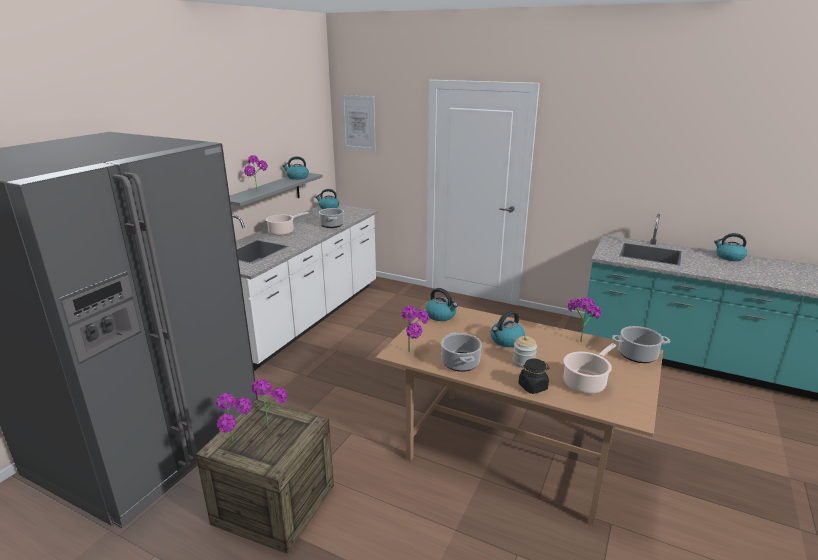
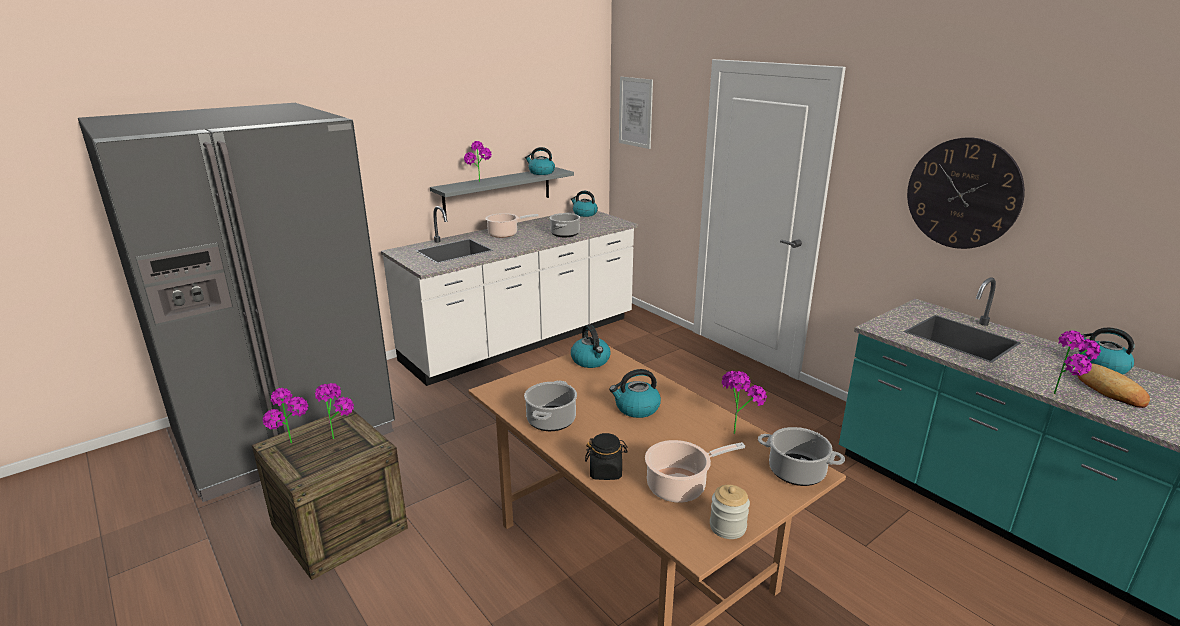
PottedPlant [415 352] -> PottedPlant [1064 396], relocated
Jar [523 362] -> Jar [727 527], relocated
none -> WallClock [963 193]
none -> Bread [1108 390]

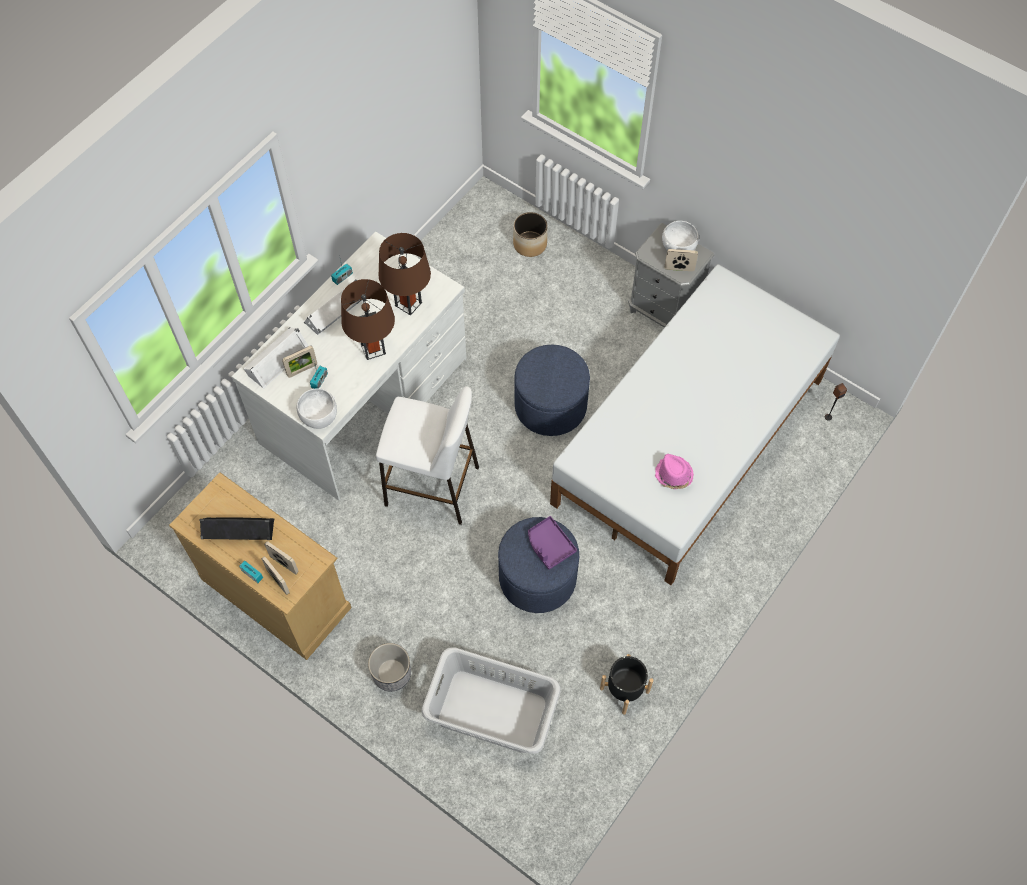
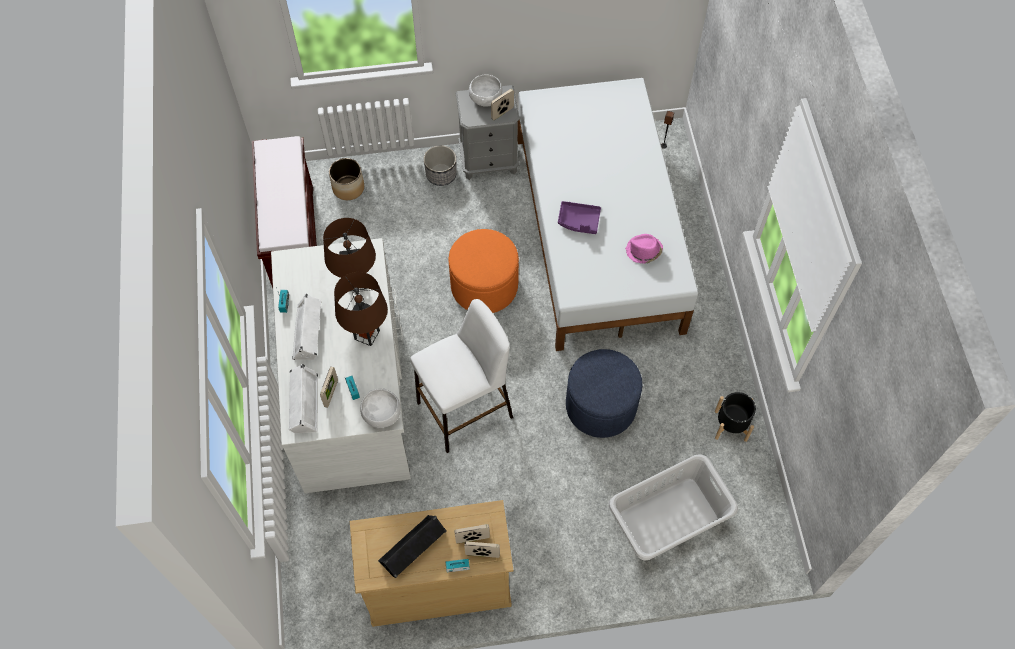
Planter [391 673] -> Planter [441 175], relocated
BlueOttoman [550 405] -> OrangeOttoman [484 286]
PurpleTray [549 545] -> PurpleTray [579 221], relocated
none -> BrownBench [293 238]

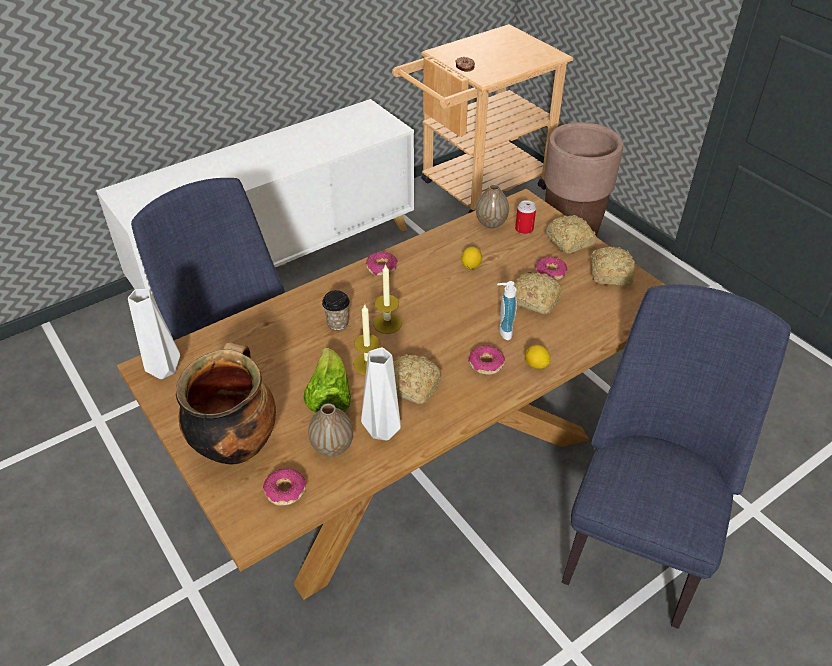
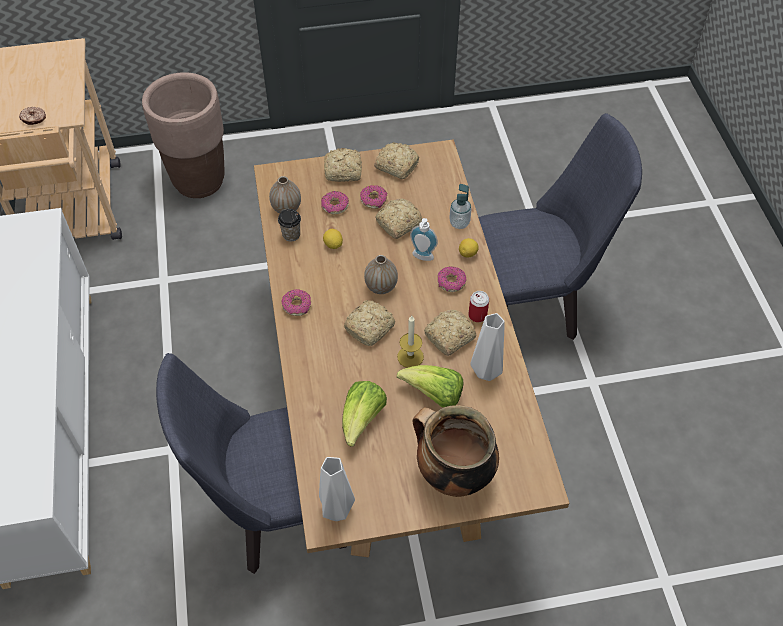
Donut [285 491] -> Donut [335 206], relocated
Vase [332 447] -> Vase [381 287], relocated
Cup [337 323] -> Cup [291 235], relocated
Candle [387 323] -> Bread [370 327]
Can [524 229] -> Can [477 315], relocated
BlueChair [635 547] -> BlueChair [533 306], 120 degrees clockwise
none -> Lettuce [362 420]
none -> SoapDispenser [459 223]

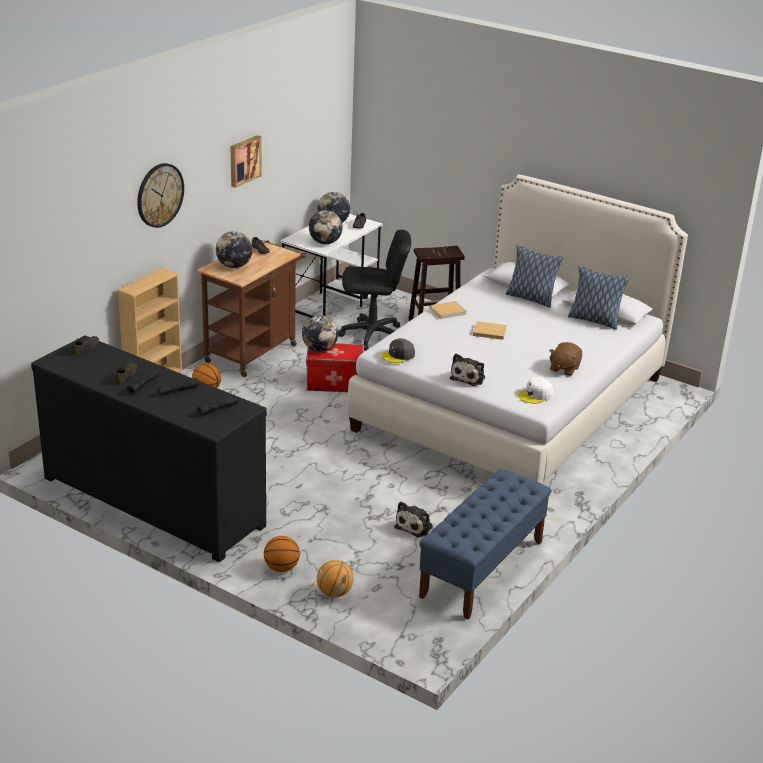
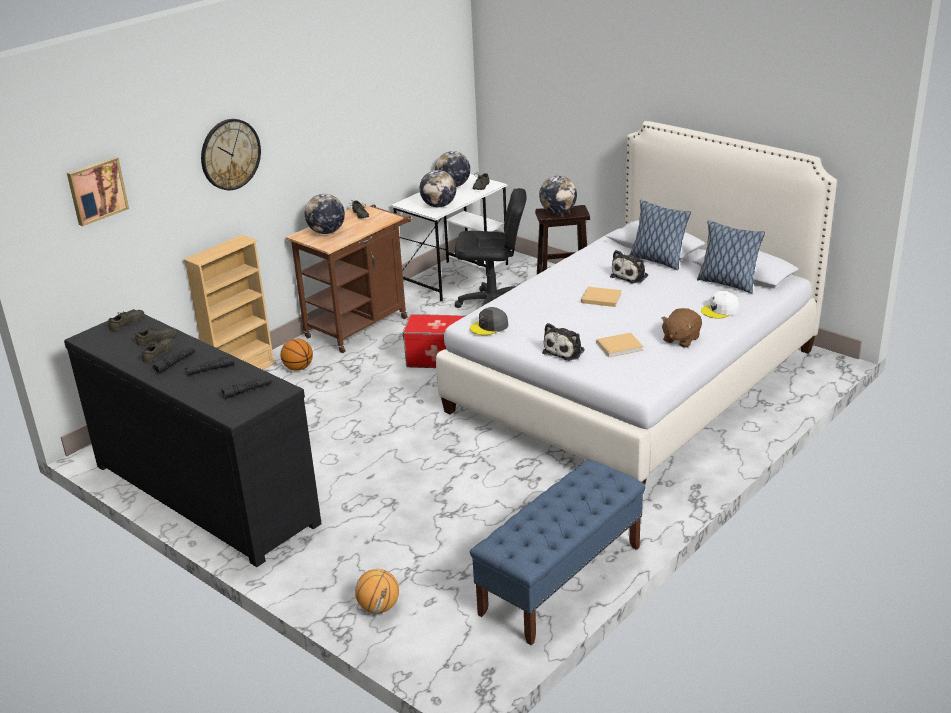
Picture [244 160] -> Picture [96 190], relocated
Basketball [281 568] -> none
Globe [319 349] -> Globe [558 212], relocated
PlushToy [415 526] -> PlushToy [631 276], relocated
BeigeBook [449 311] -> BeigeBook [621 346], relocated
WhiteCap [535 395] -> WhiteCap [720 310], relocated
none -> GreyShoe [157 340]

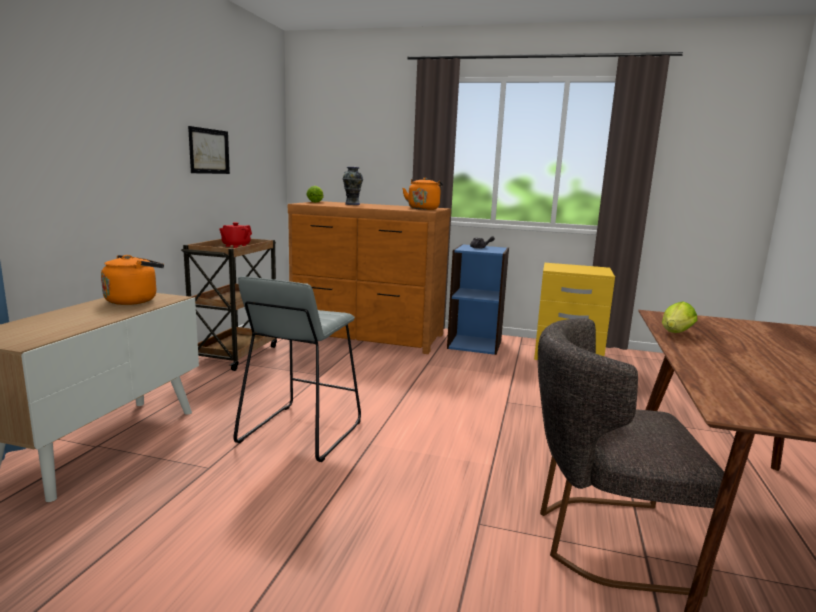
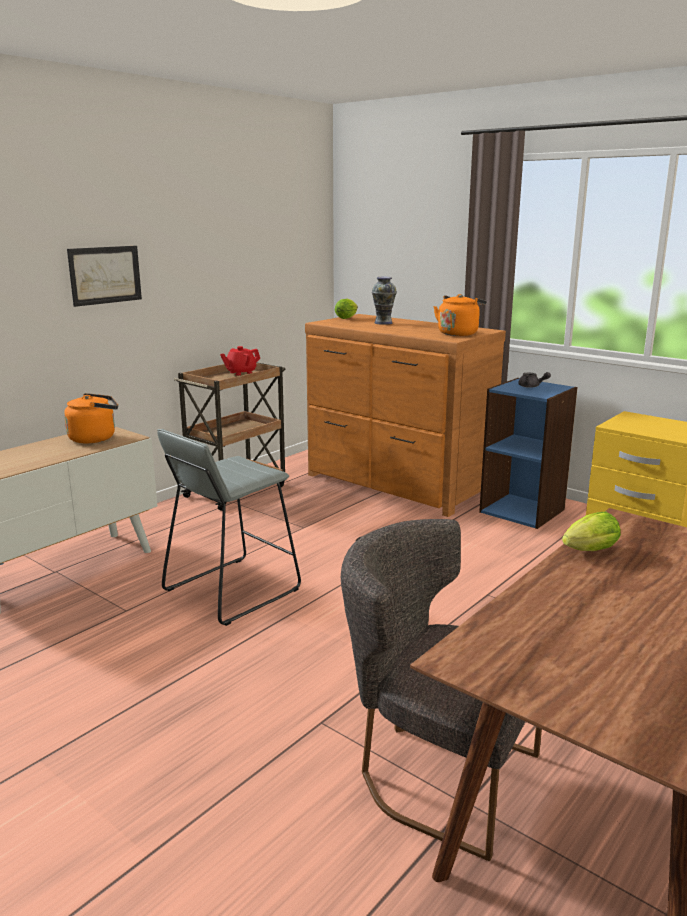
Picture [209 151] -> Picture [105 275], relocated

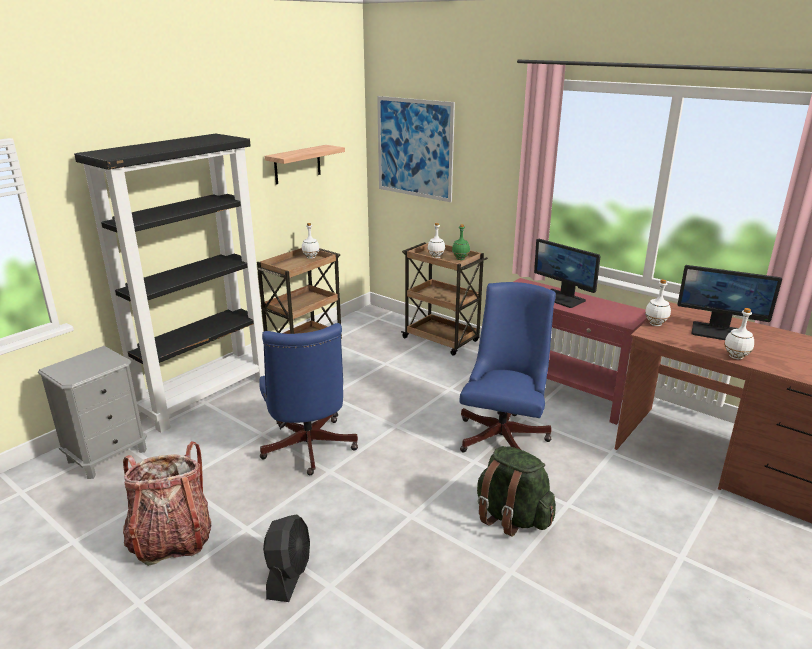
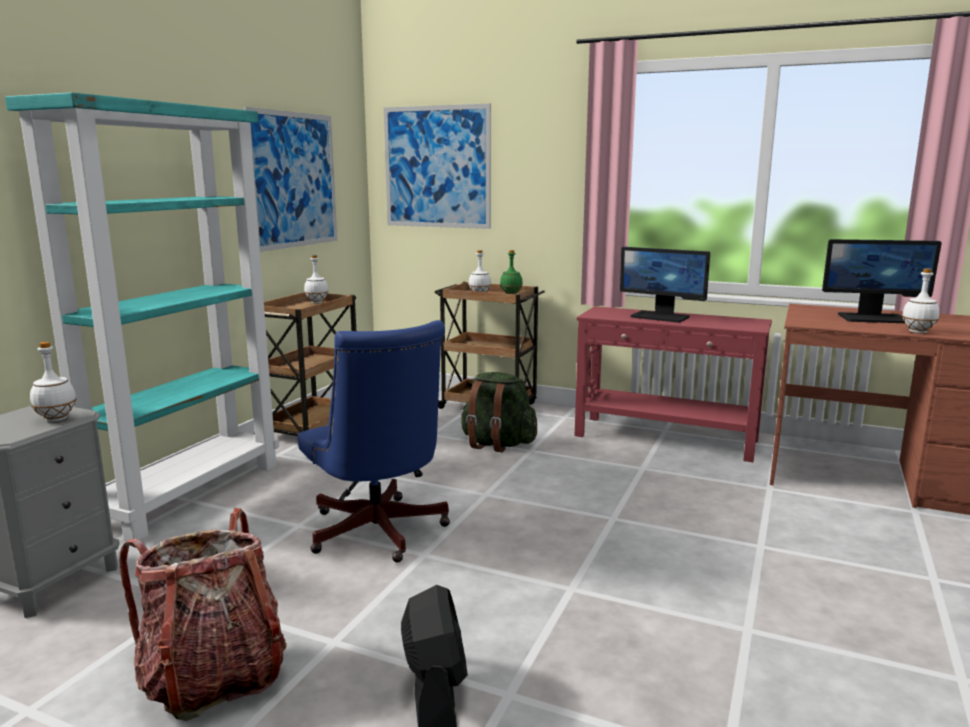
BlackBookcase [205 396] -> TurquoiseBookcase [189 493]
Shelf [297 164] -> Picture [294 180]
BlueOfficeChair [504 434] -> none
GreenBackpack [511 517] -> GreenBackpack [497 444], relocated
WhiteBottle [655 324] -> WhiteBottle [57 419], relocated

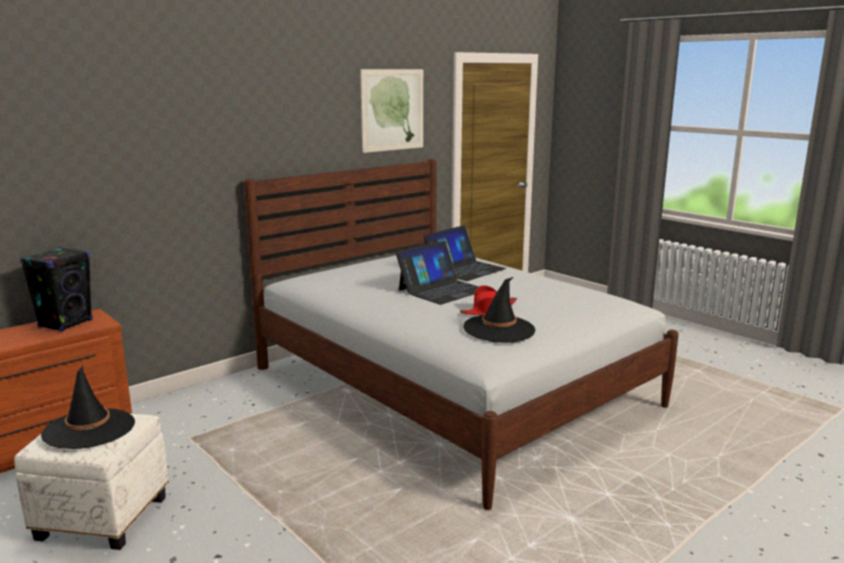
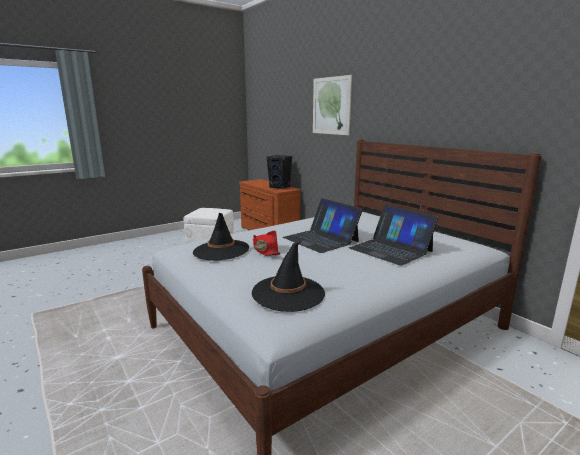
BlackHat [89 429] -> BlackHat [288 293], relocated
Picture [392 110] -> Picture [331 106], relocated

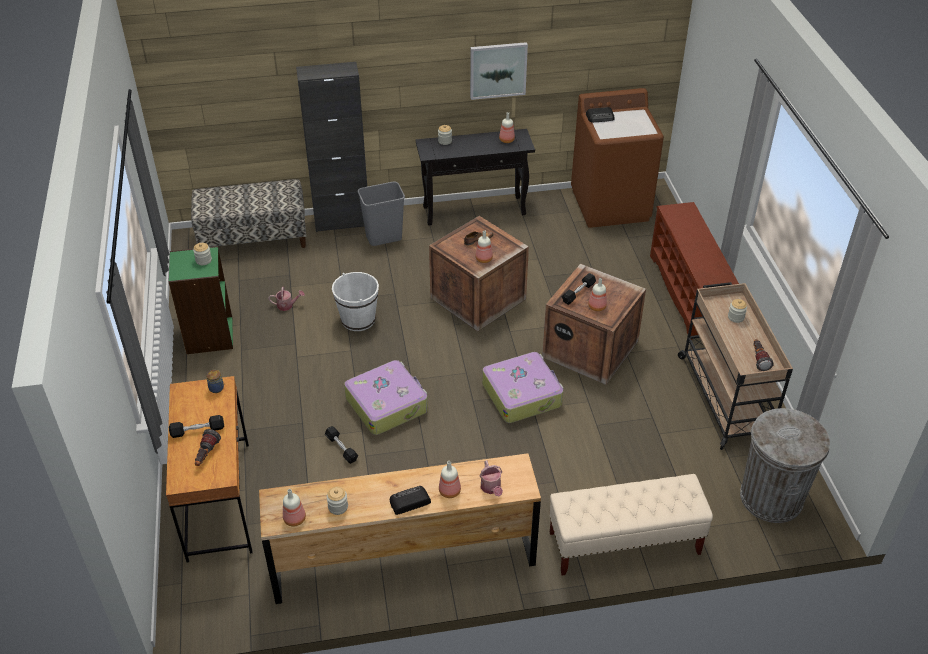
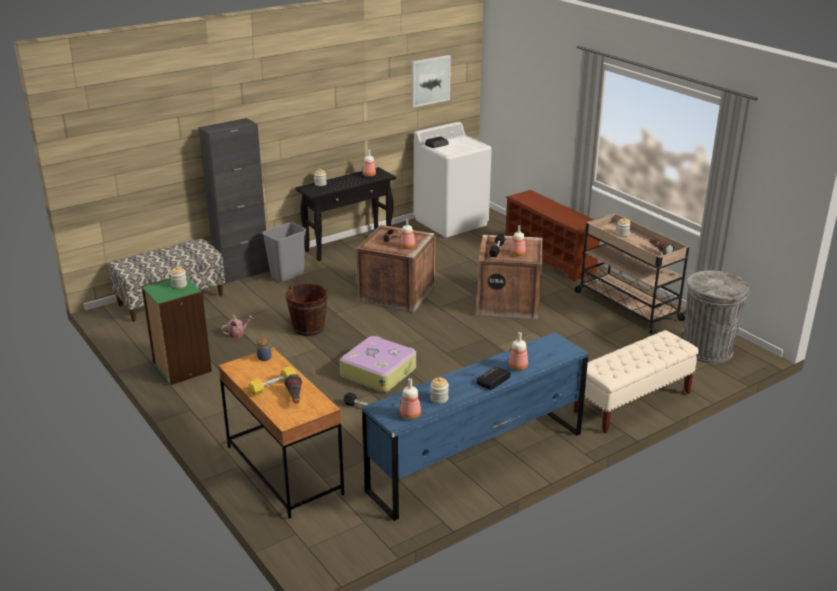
BlackDumbbell [197 430] -> YellowDumbbell [272 386]
BrownDresser [403 561] -> BlueDresser [477 461]
WhiteBucket [358 320] -> BrownBucket [308 328]
Picture [498 70] -> Picture [430 80], relocated
WateringCan [491 488] -> none
Suitcase [522 394] -> none
BrownWashingMachine [611 205] -> WhiteWashingMachine [451 222]

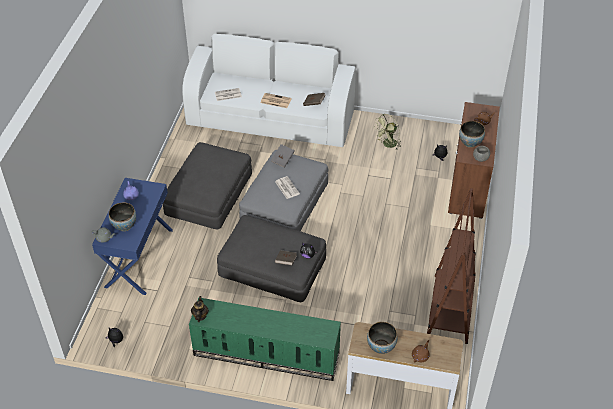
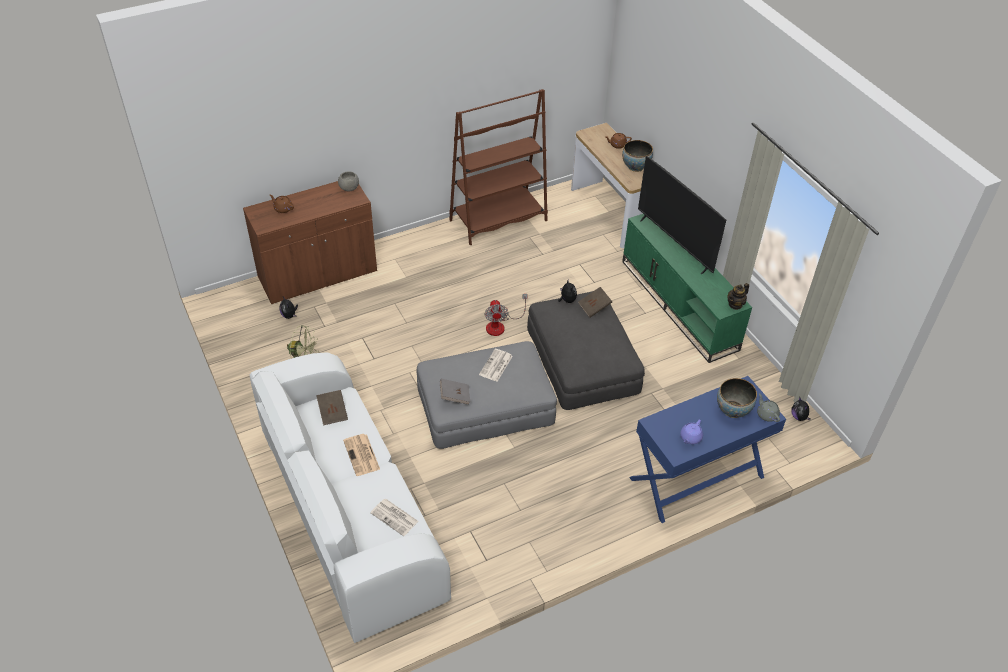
GreyOttoman [208 193] -> none
Bowl [470 143] -> none
none -> Fan [500 325]
none -> Television [675 244]

